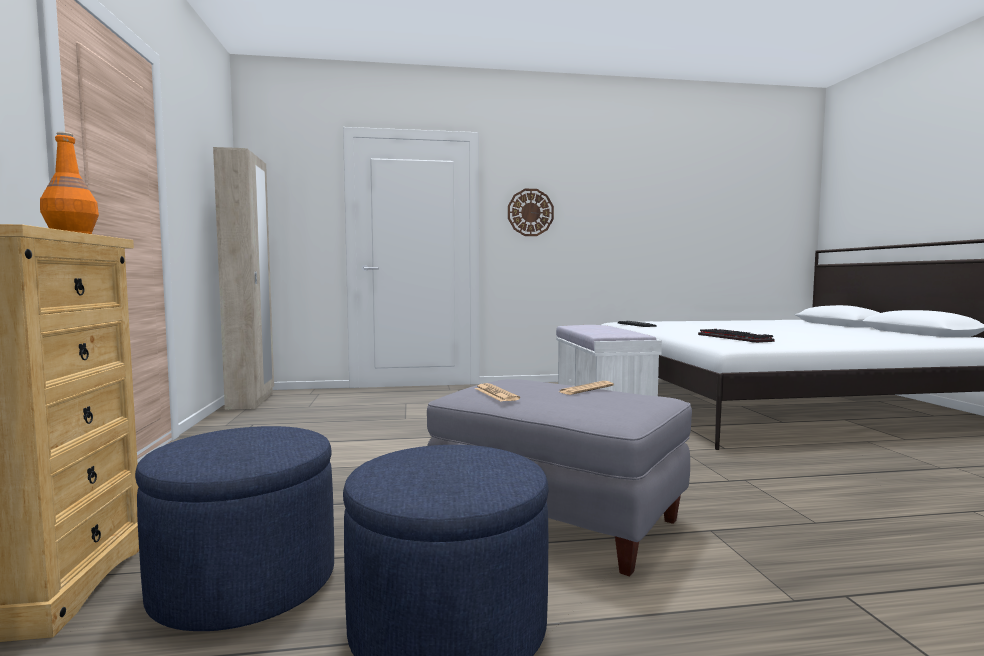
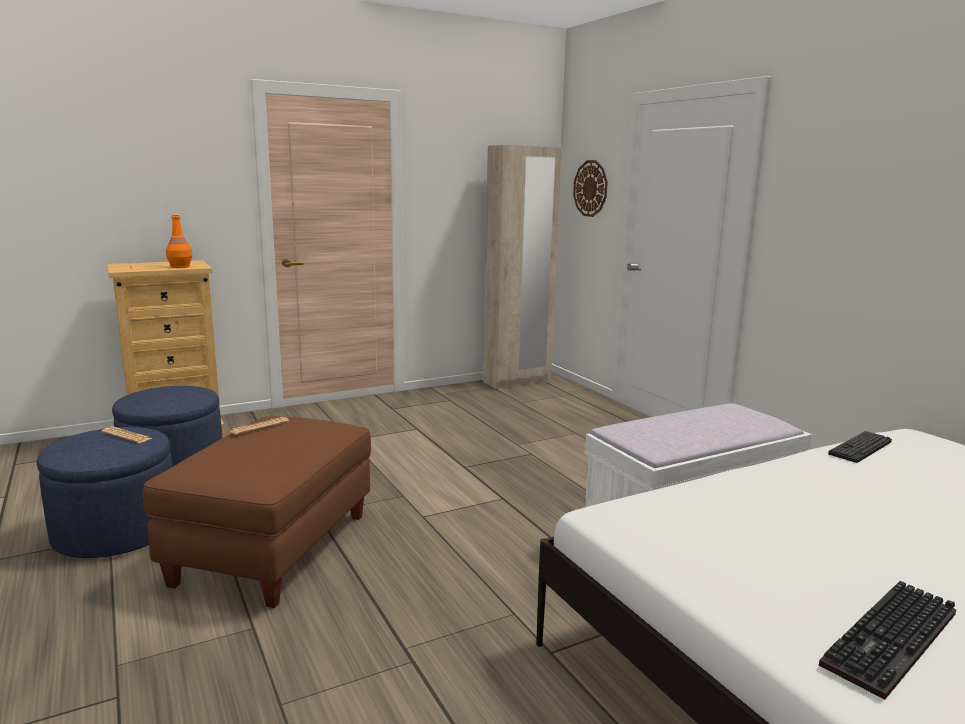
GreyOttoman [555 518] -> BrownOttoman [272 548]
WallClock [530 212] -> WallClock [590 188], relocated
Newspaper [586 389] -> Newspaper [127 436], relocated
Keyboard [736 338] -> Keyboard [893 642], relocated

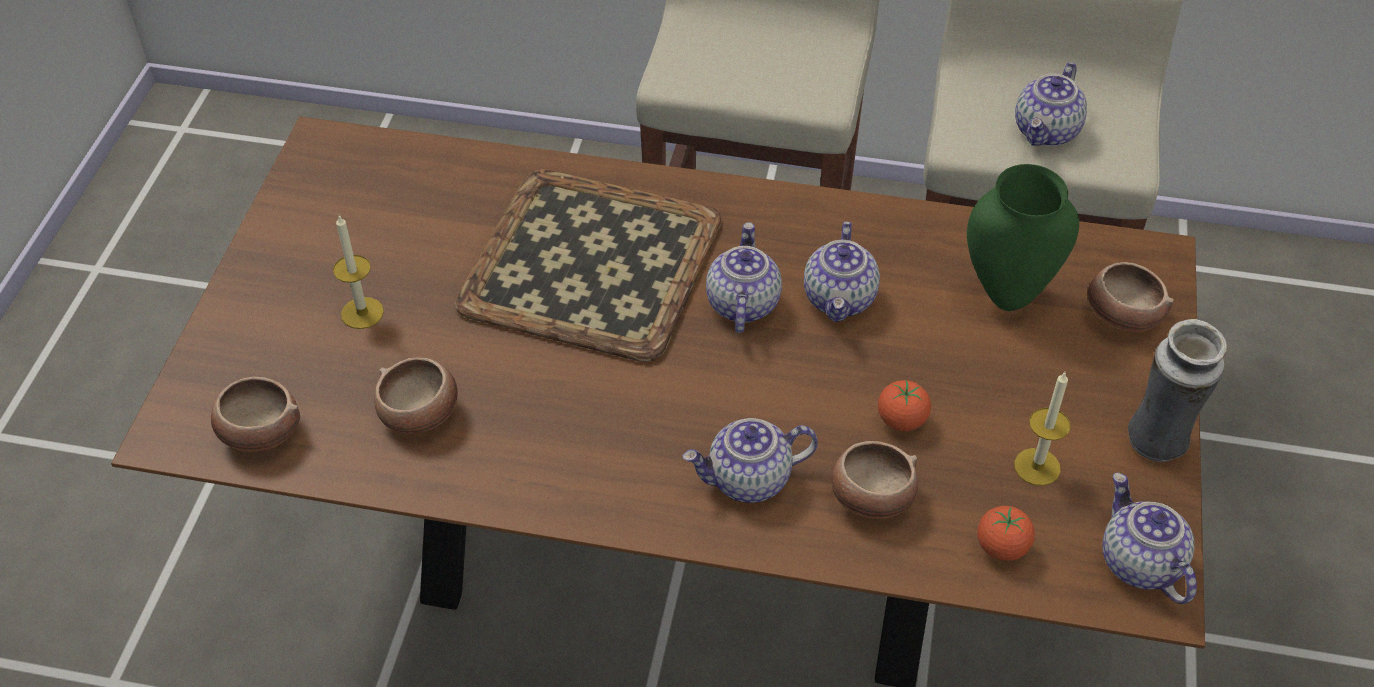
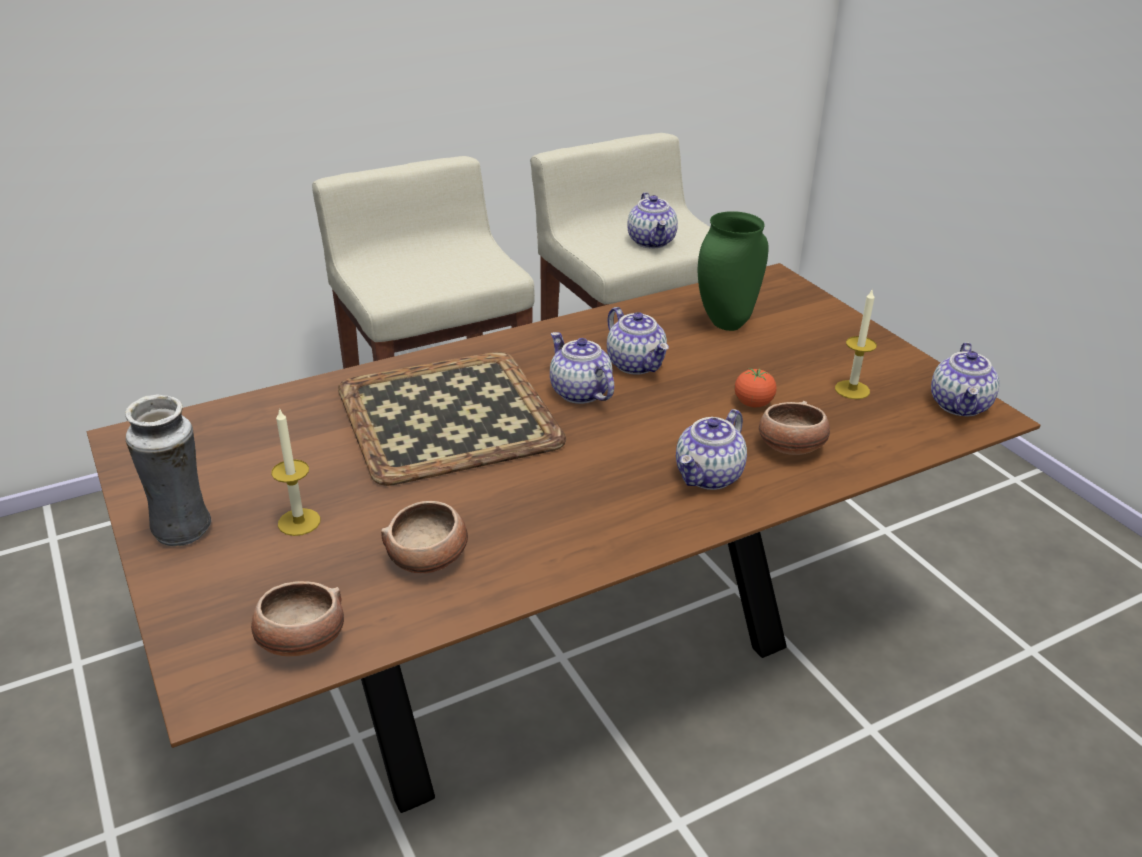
Tomato [1001 547] -> none
Bowl [1121 315] -> none
Teapot [1138 563] -> Teapot [960 406], 105 degrees counterclockwise
Vase [1157 443] -> Vase [184 531], relocated

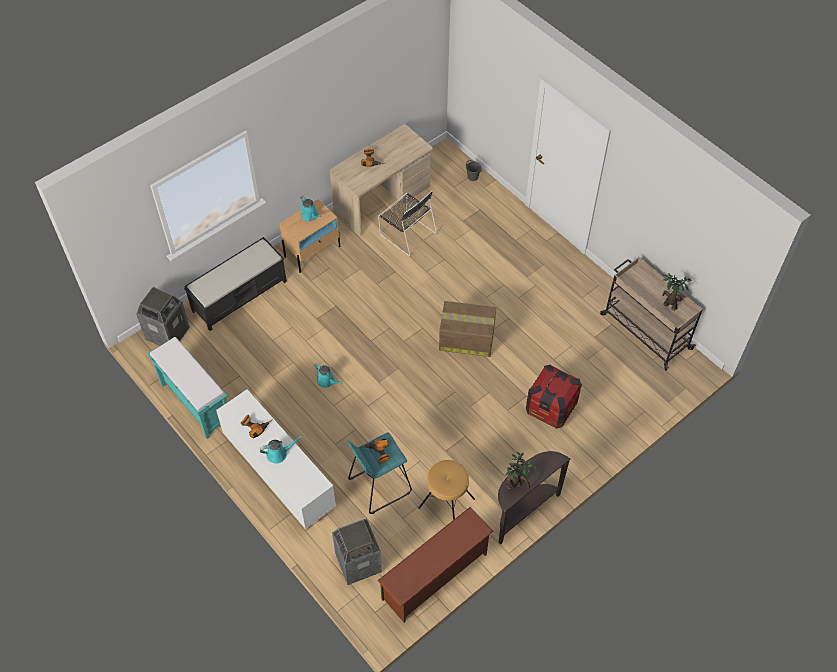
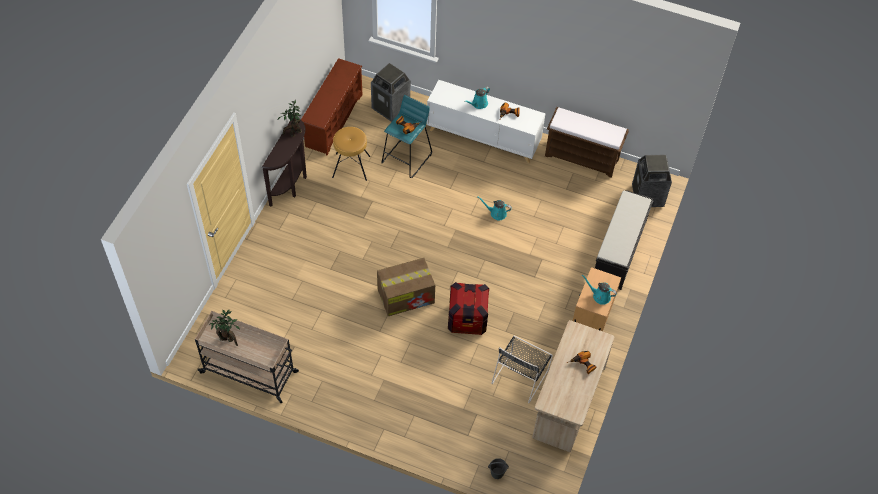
TurquoiseBench [195 402] -> BrownBench [582 157]
BlackChair [406 233] -> BlackChair [521 375], 75 degrees counterclockwise
Crate [551 408] -> Crate [467 319], relocated

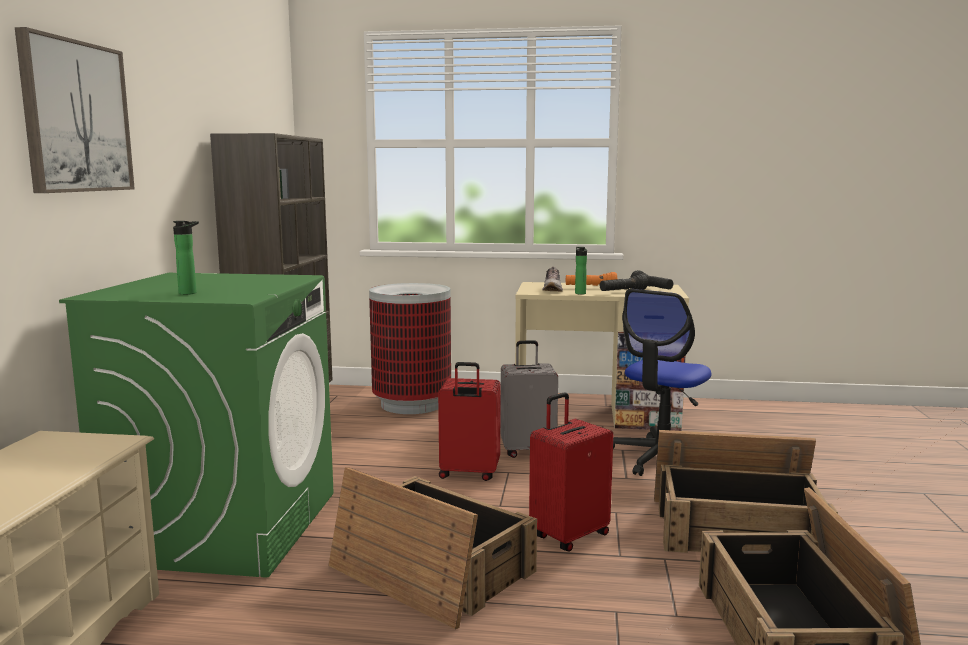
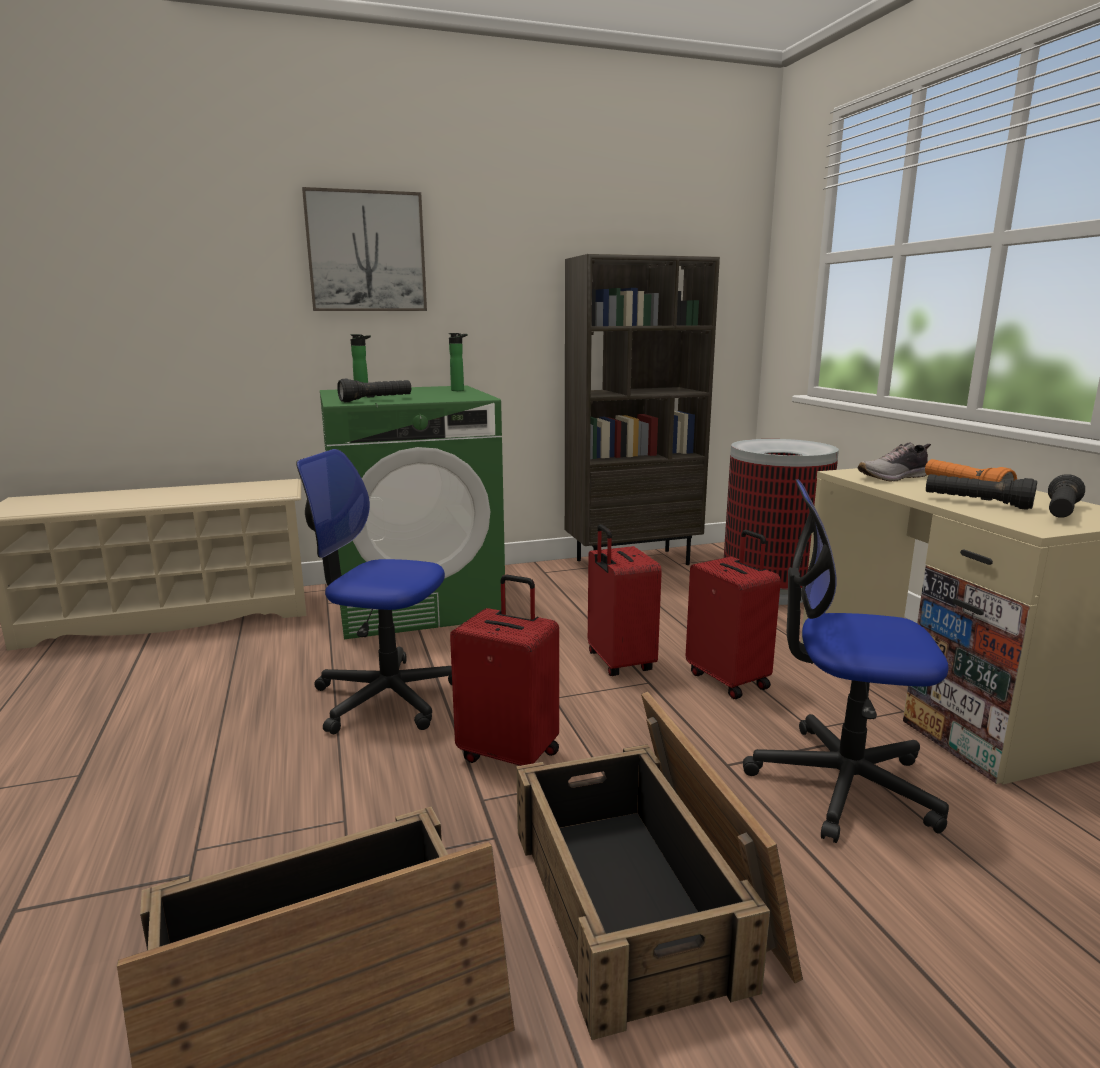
Crate [429 570] -> OfficeChair [387 696]
GreySuitcase [528 450] -> RedSuitcase [729 680]
Bottle [580 293] -> Bottle [459 390], relocated
none -> BlackFlashlight [376 400]

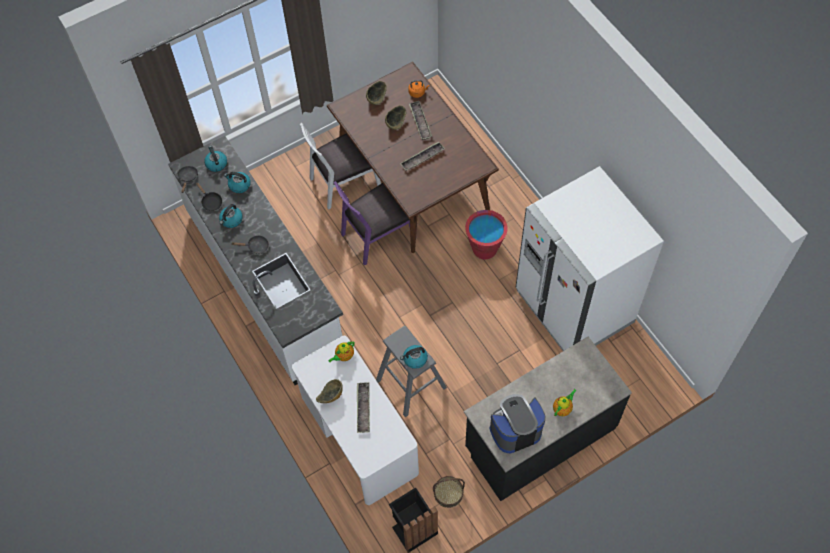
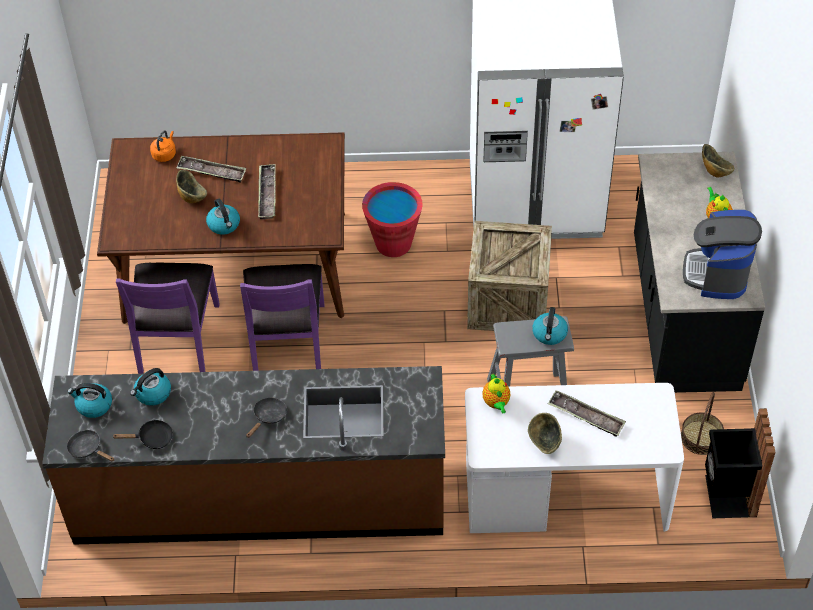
WhiteCounter [266 282] -> BrownCounter [260 498]
Kettle [231 220] -> Kettle [224 225], relocated
WhiteChair [344 182] -> PurpleChair [177 339]
Bowl [376 99] -> Bowl [714 171], relocated
none -> Crate [508 301]

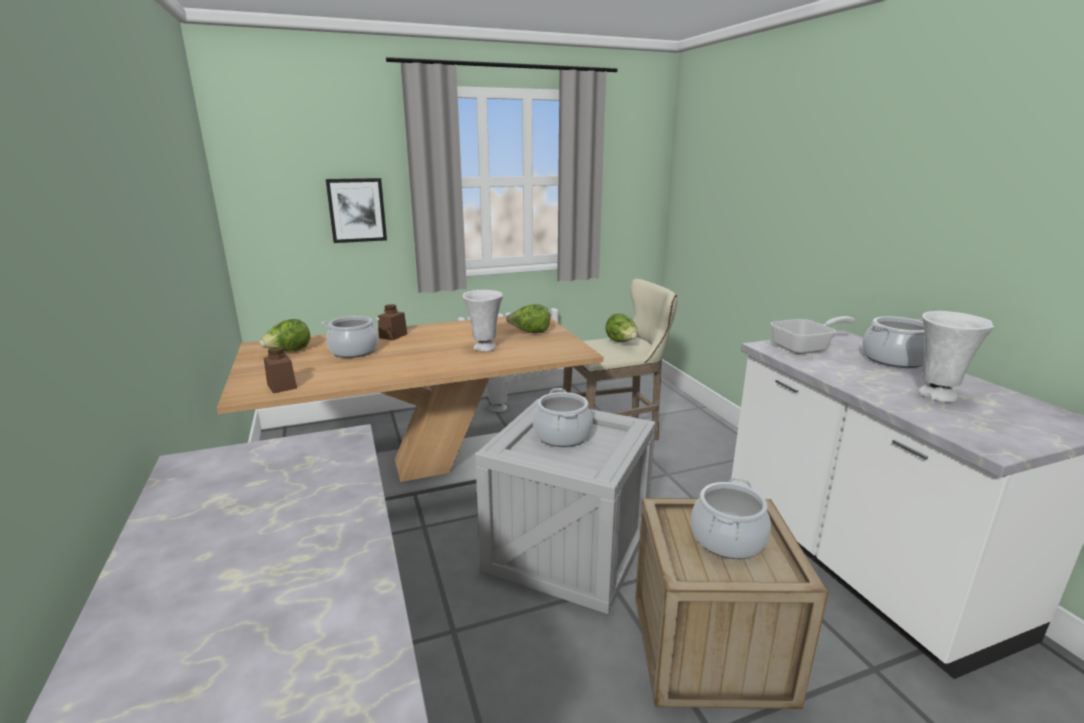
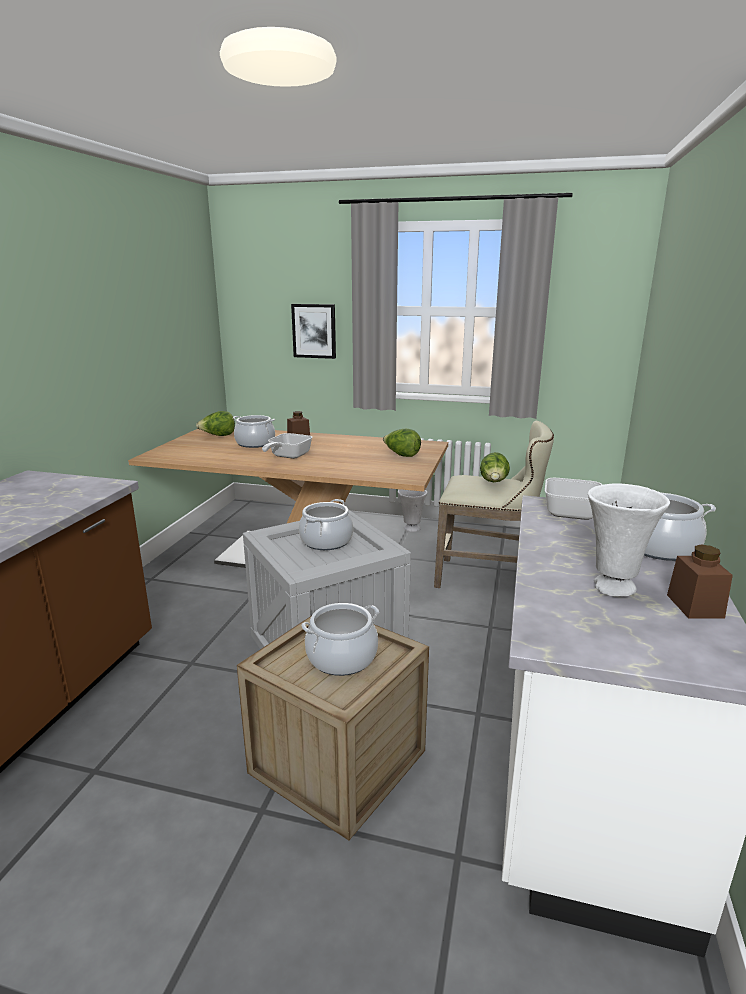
BrownJar [282 386] -> BrownJar [694 606], relocated
WhiteVase [485 348] -> none
none -> FryingPan [287 456]

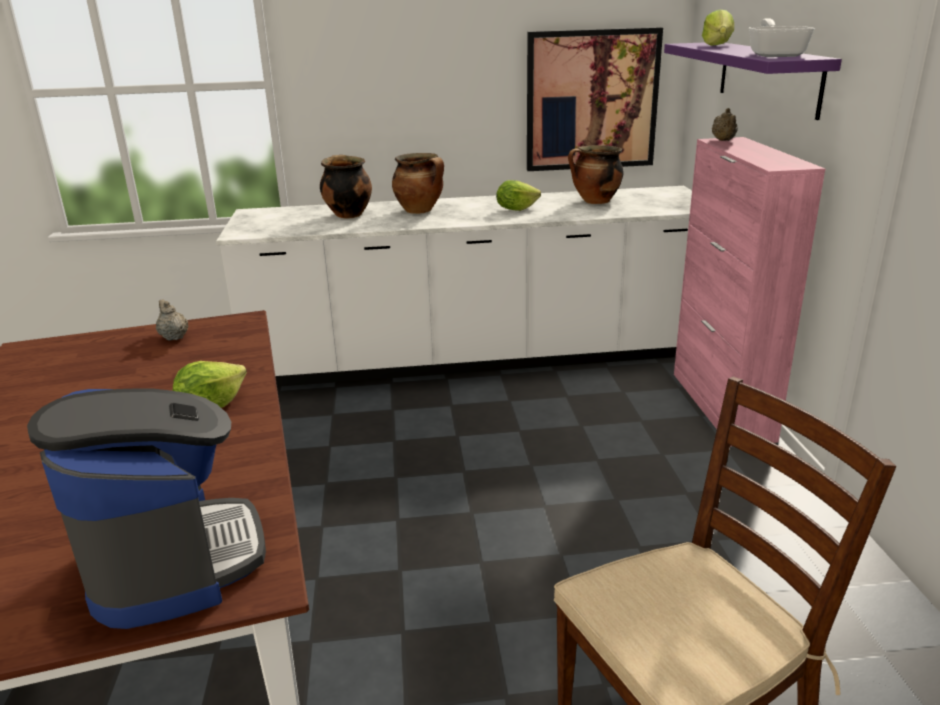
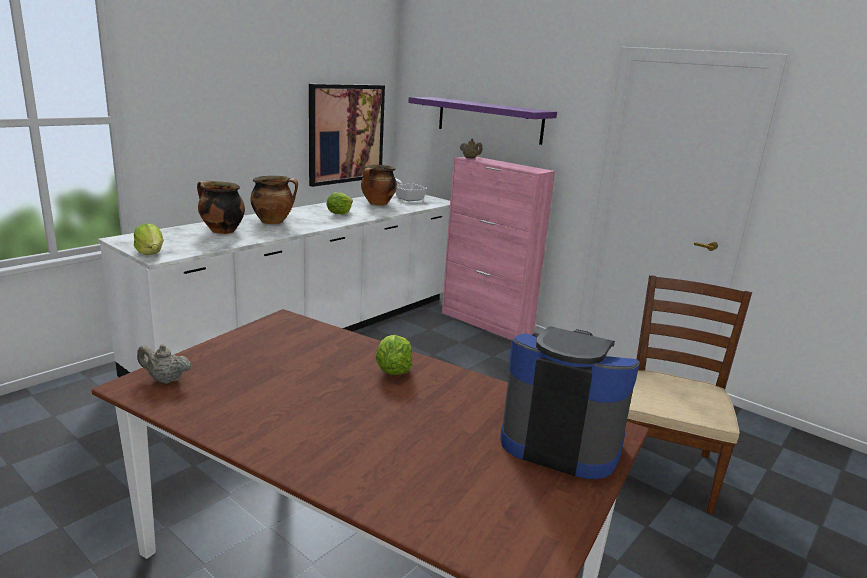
BeigeTeapot [174 337] -> BeigeTeapot [165 380], relocated
Lettuce [717 45] -> Lettuce [150 253], relocated
FryingPan [775 55] -> FryingPan [407 198], relocated

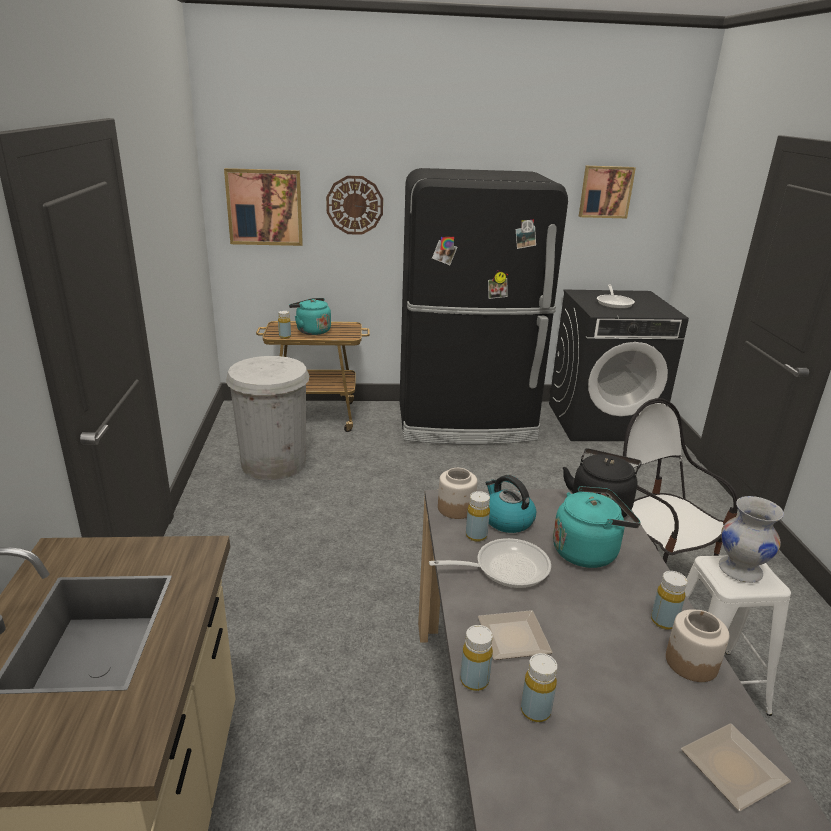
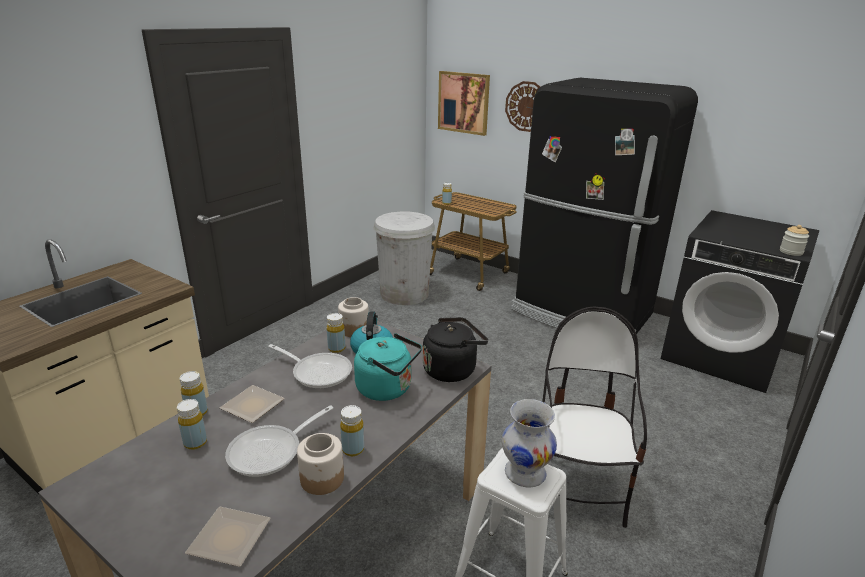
TurquoiseKettle [311 331] -> none
Picture [605 191] -> none
FryingPan [614 303] -> FryingPan [271 452], relocated
none -> Jar [791 252]

